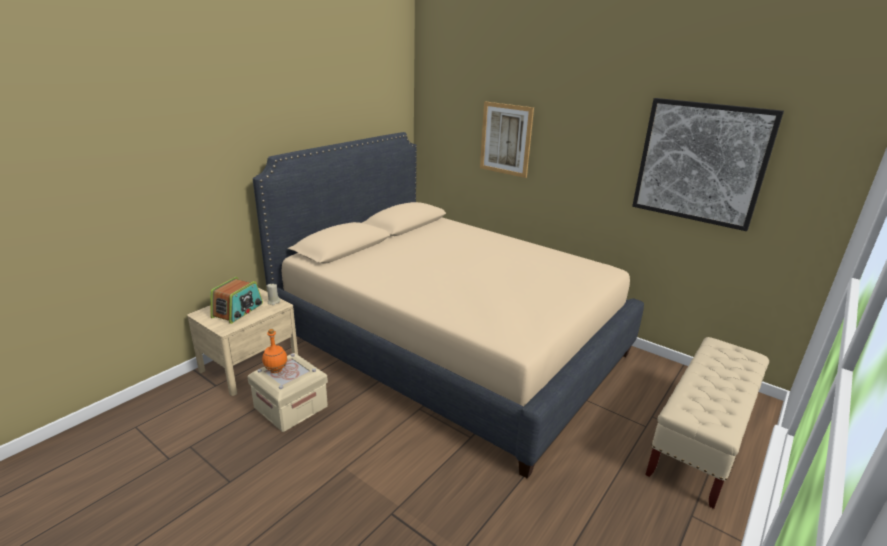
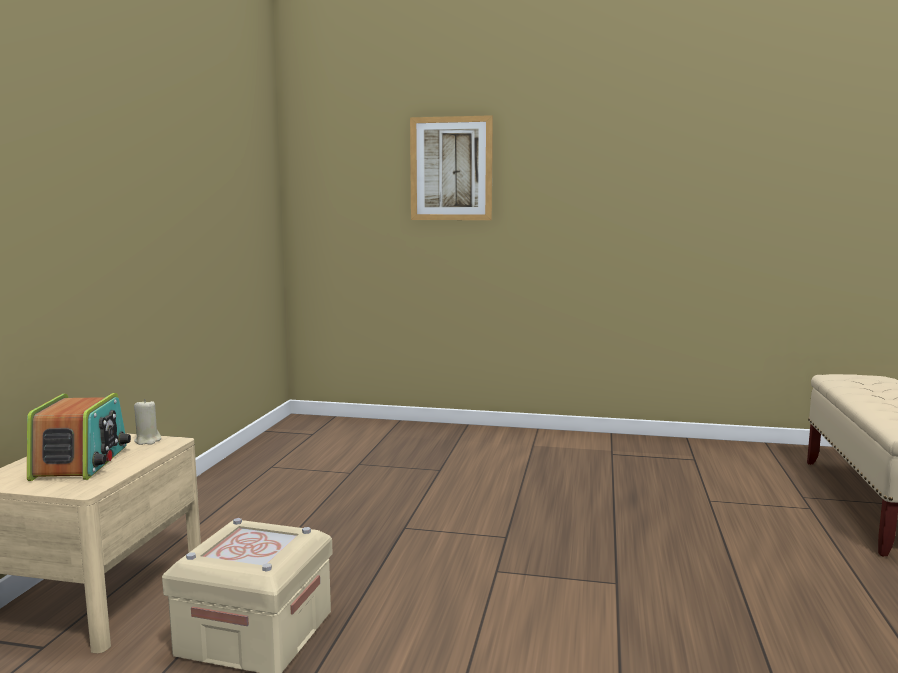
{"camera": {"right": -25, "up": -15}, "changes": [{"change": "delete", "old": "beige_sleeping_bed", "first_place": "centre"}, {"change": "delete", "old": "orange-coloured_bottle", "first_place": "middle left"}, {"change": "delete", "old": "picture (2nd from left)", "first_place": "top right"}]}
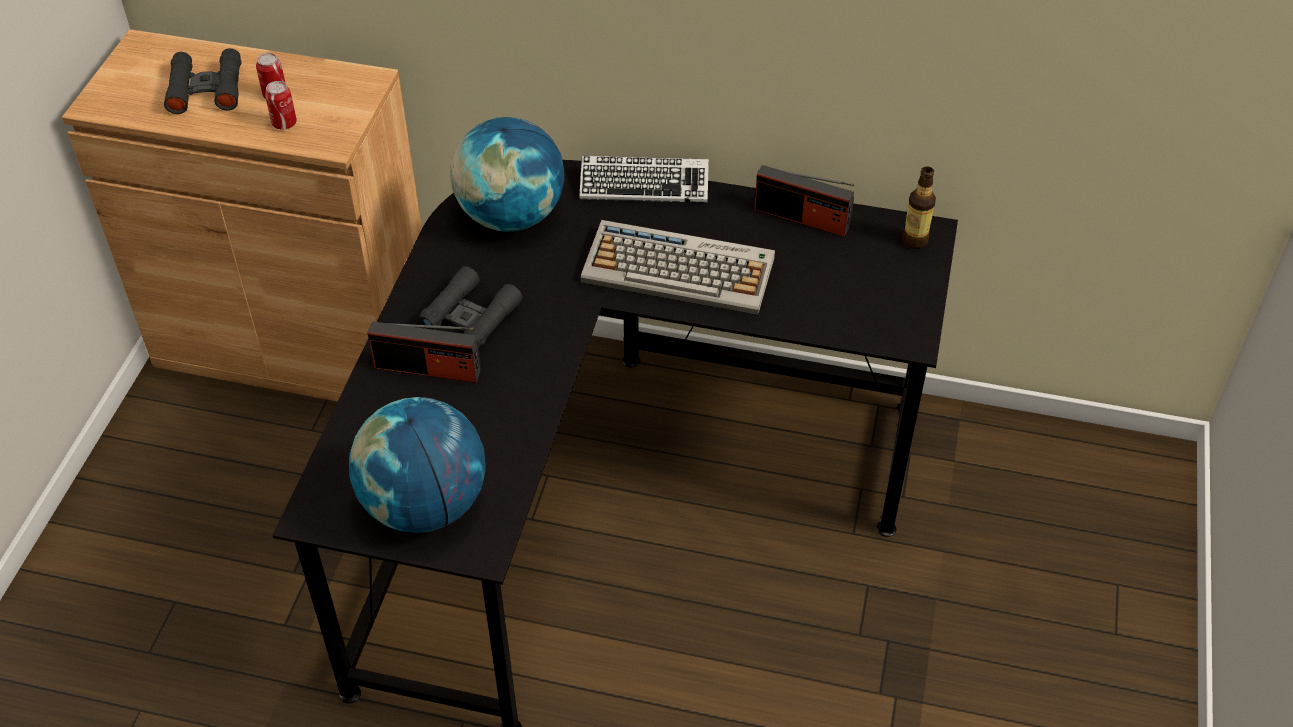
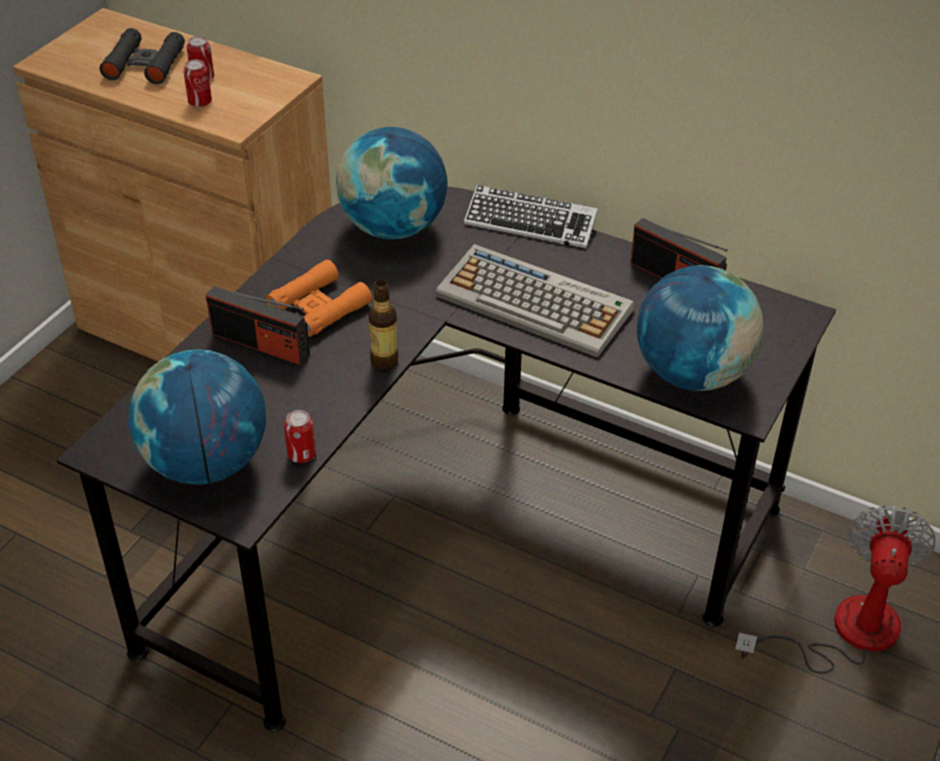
{"camera": {"right": 15, "up": -5}, "changes": [{"change": "recolor", "old": "black-coloured_binoculars (2nd from left)", "new": "orange-coloured_binoculars", "first_place": "centre", "second_place": "centre"}, {"change": "move", "old": "bottle", "first_place": "top right", "second_place": "centre"}, {"change": "insert", "new": "sealed_can (3rd from left)", "second_place": "middle left"}, {"change": "insert", "new": "globe (3rd from left)", "second_place": "middle right"}, {"change": "insert", "new": "electric_fan", "second_place": "bottom right"}]}
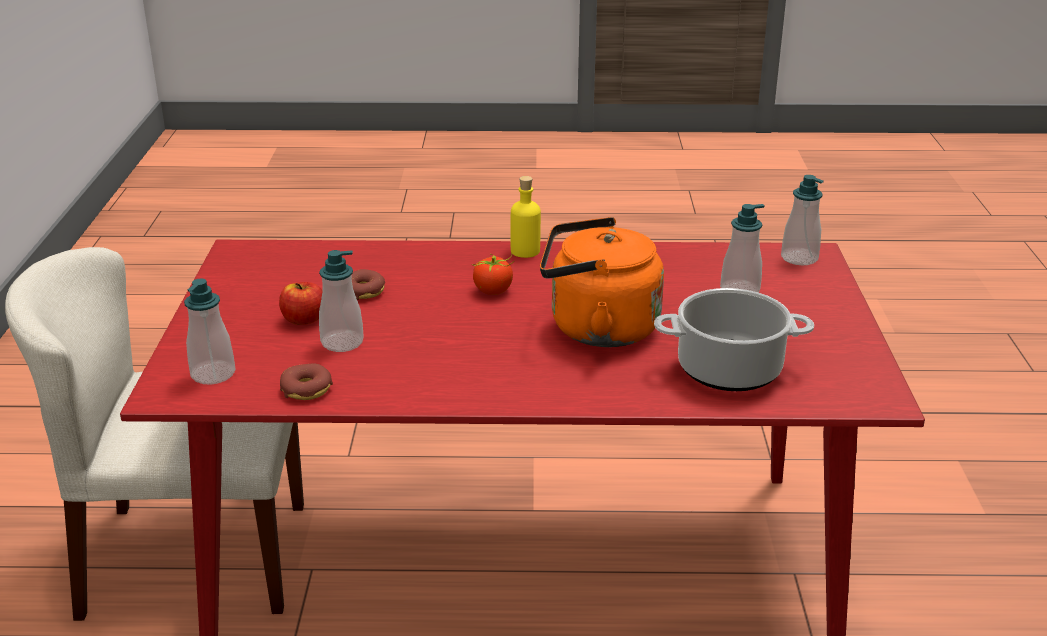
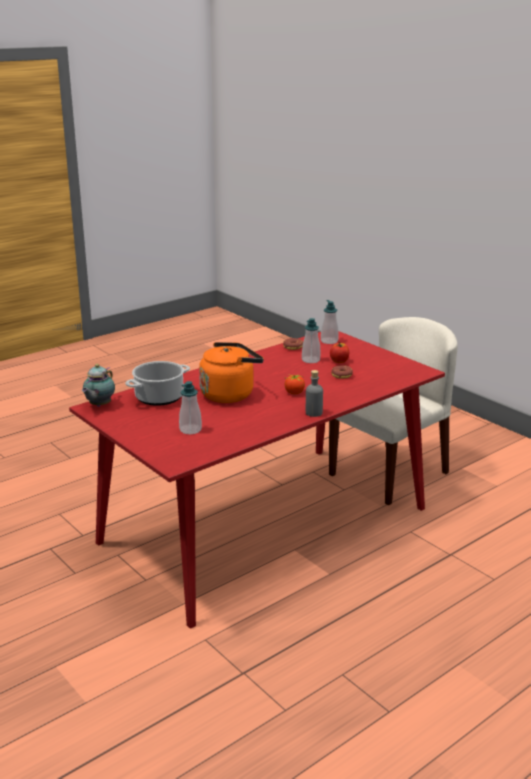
{"camera": {"right": 140, "up": -5}, "changes": [{"change": "recolor", "old": "yellowish_bottle", "new": "greyish_bottle", "first_place": "centre", "second_place": "centre"}, {"change": "delete", "old": "soap_bottle (4th from left)", "first_place": "middle right"}, {"change": "insert", "new": "teapot", "second_place": "middle left"}]}
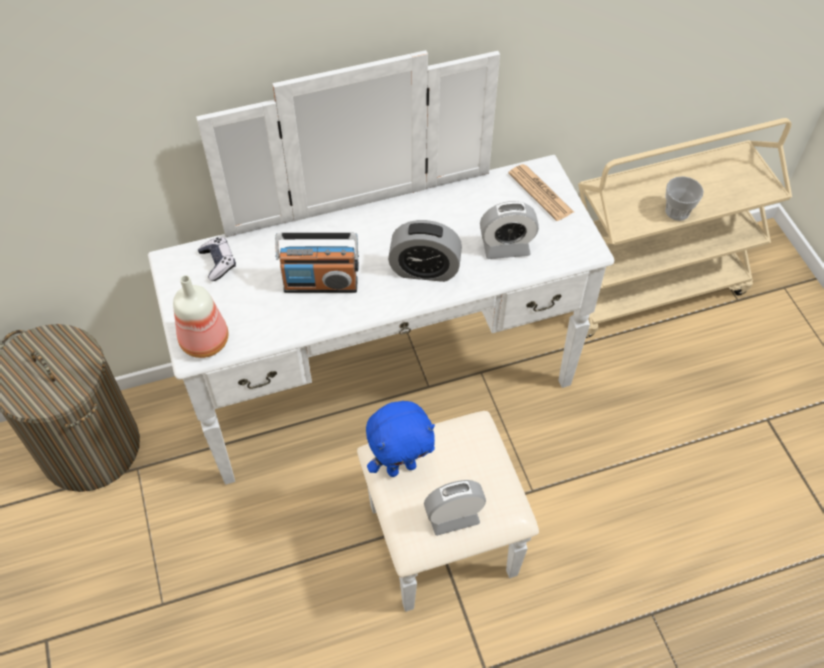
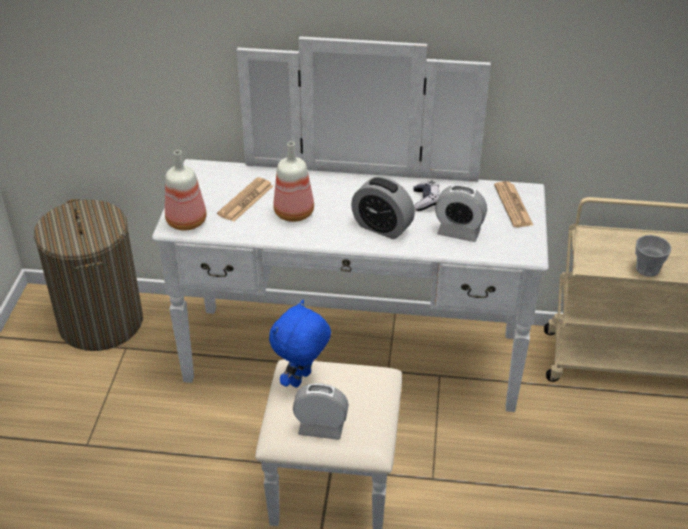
{"camera": {"right": 25, "up": -15}, "changes": [{"change": "move", "old": "joypad", "first_place": "middle left", "second_place": "centre"}, {"change": "replace", "old": "radio_set", "new": "bottle (2nd from left)", "first_place": "centre", "second_place": "centre"}, {"change": "rotate", "old": "bluish_plush_toy", "first_place": "centre", "second_place": "centre", "degrees": 120}, {"change": "insert", "new": "newspaper (1st from left)", "second_place": "centre"}]}
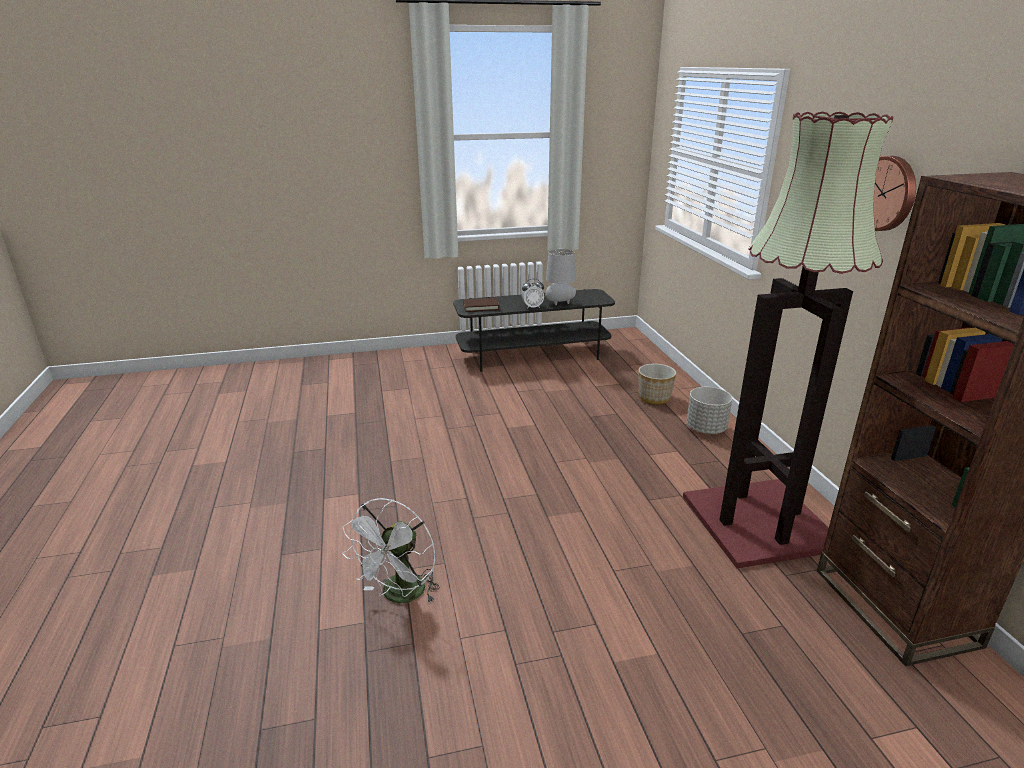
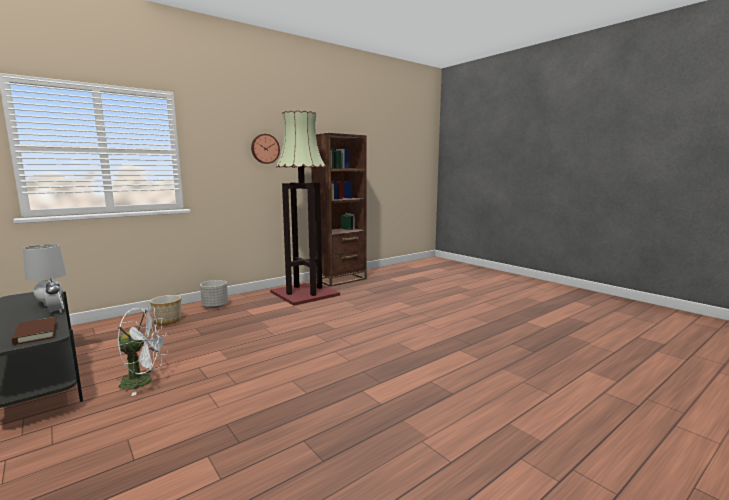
{"camera": {"right": -115, "up": -15}, "changes": [{"change": "move", "old": "white_electric_fan", "first_place": "bottom centre", "second_place": "bottom left"}]}
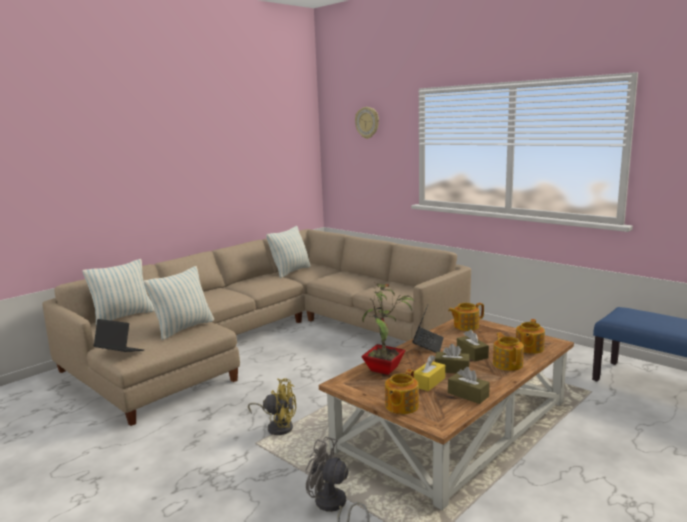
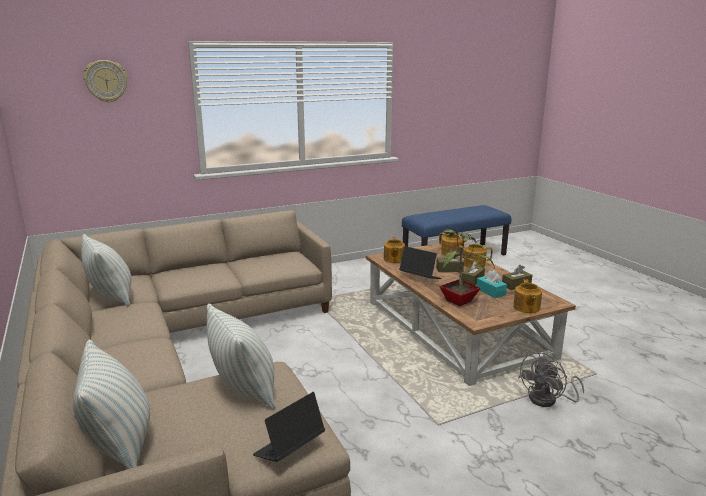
{"camera": {"right": -70, "up": 5}, "changes": [{"change": "delete", "old": "yellowish_electric_fan", "first_place": "bottom centre"}, {"change": "rotate", "old": "teapot (1st from left in the first image)", "first_place": "bottom centre", "second_place": "middle right", "degrees": 45}, {"change": "recolor", "old": "yellowish_box_of_tissues", "new": "turquoise_box_of_tissues", "first_place": "bottom centre", "second_place": "middle right"}]}
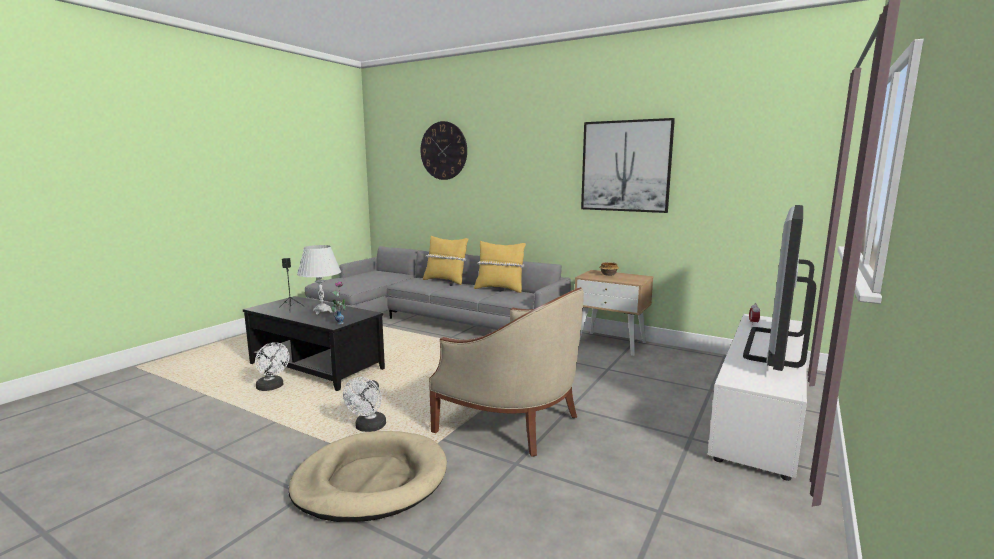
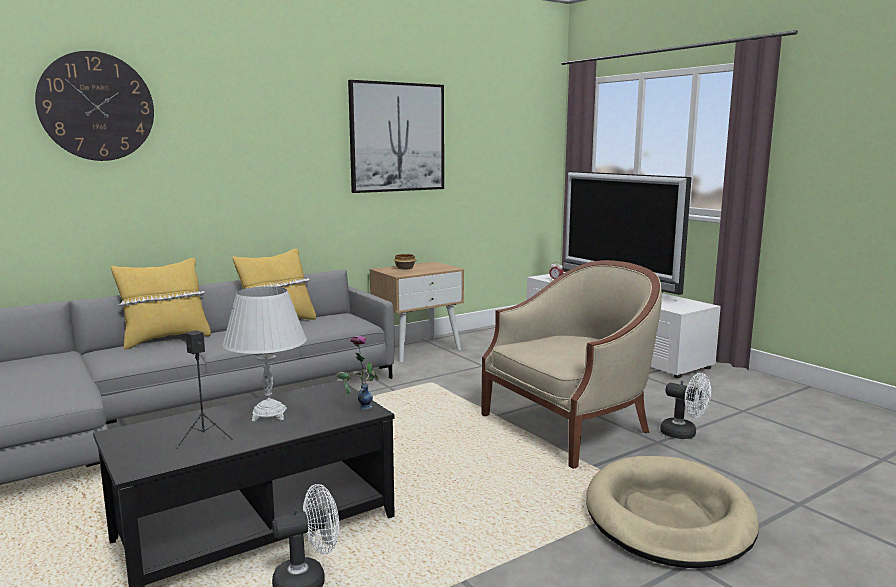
{"camera": {"right": -65, "up": 0}, "changes": [{"change": "move", "old": "white_electric_fan (2nd from left)", "first_place": "bottom centre", "second_place": "bottom right"}]}
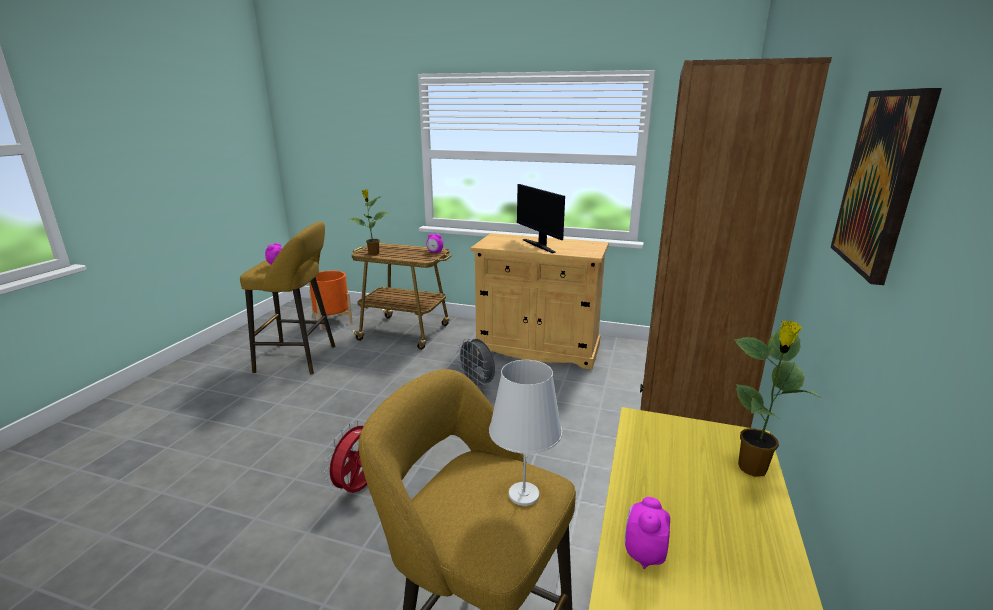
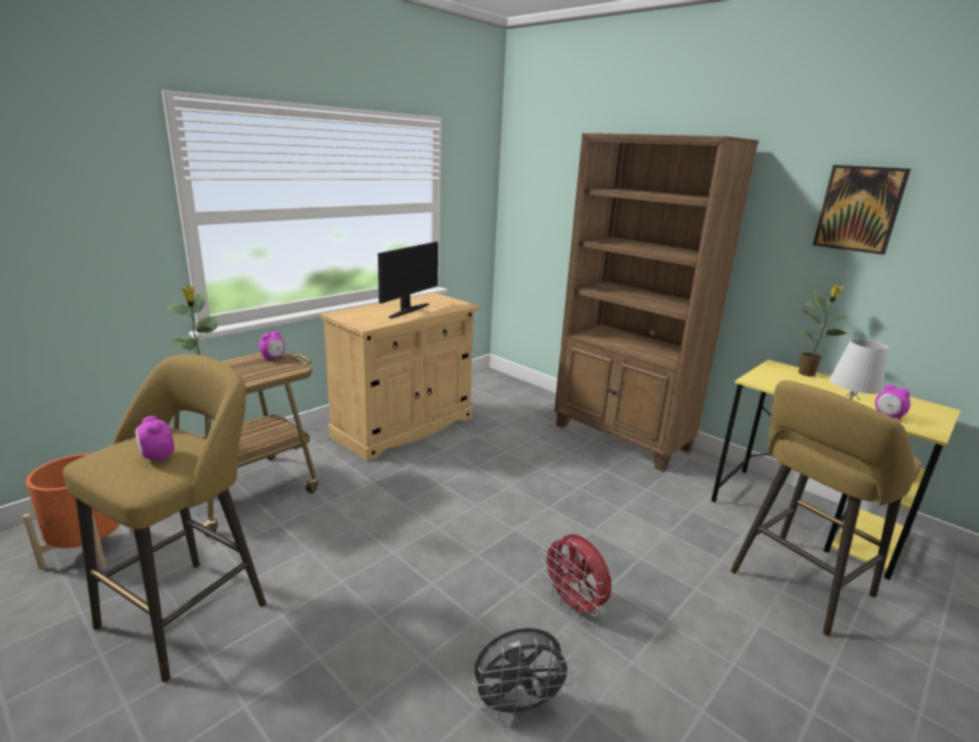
{"camera": {"right": -65, "up": 0}, "changes": [{"change": "move", "old": "greyish_electric_fan", "first_place": "centre", "second_place": "bottom centre"}, {"change": "rotate", "old": "monitor", "first_place": "centre", "second_place": "centre", "degrees": -60}]}
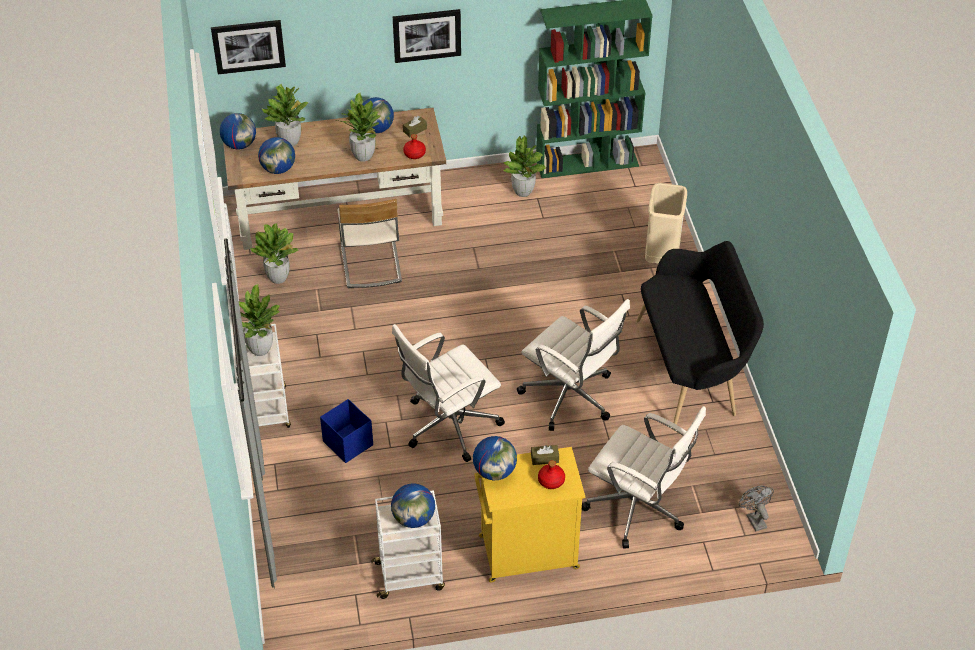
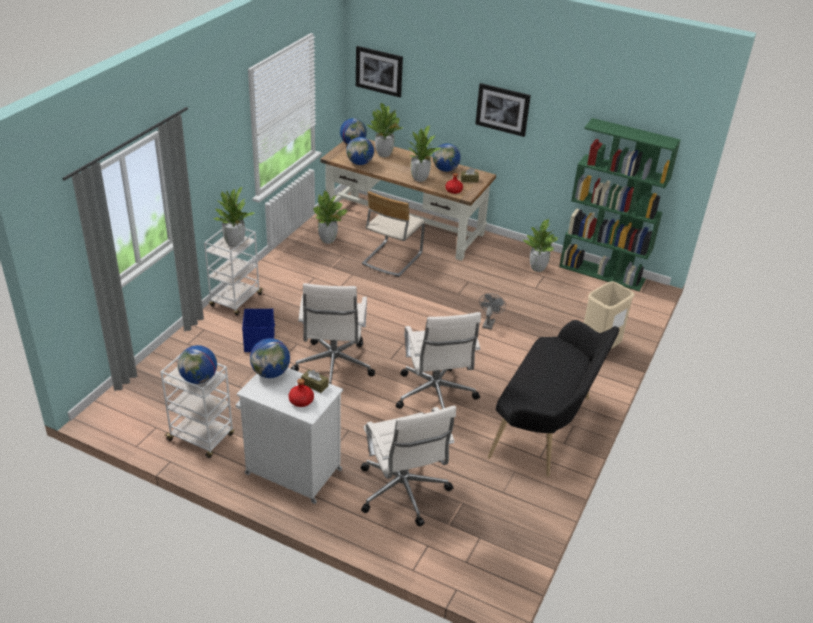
{"camera": {"right": 35, "up": -10}, "changes": [{"change": "rotate", "old": "white_computer_chair (1st from left)", "first_place": "centre", "second_place": "centre", "degrees": -90}, {"change": "recolor", "old": "yellowish_cupboard", "new": "white_cupboard", "first_place": "bottom centre", "second_place": "bottom centre"}, {"change": "move", "old": "greyish_electric_fan", "first_place": "bottom right", "second_place": "centre"}]}
